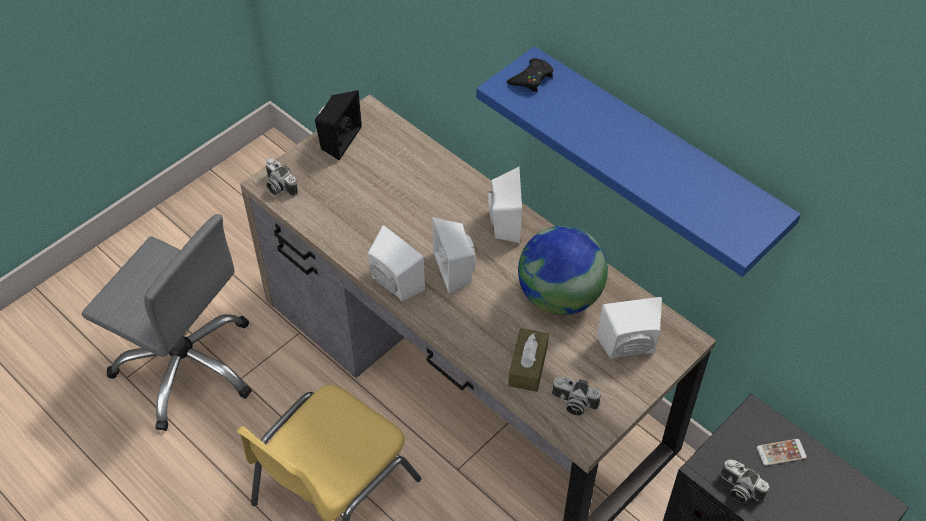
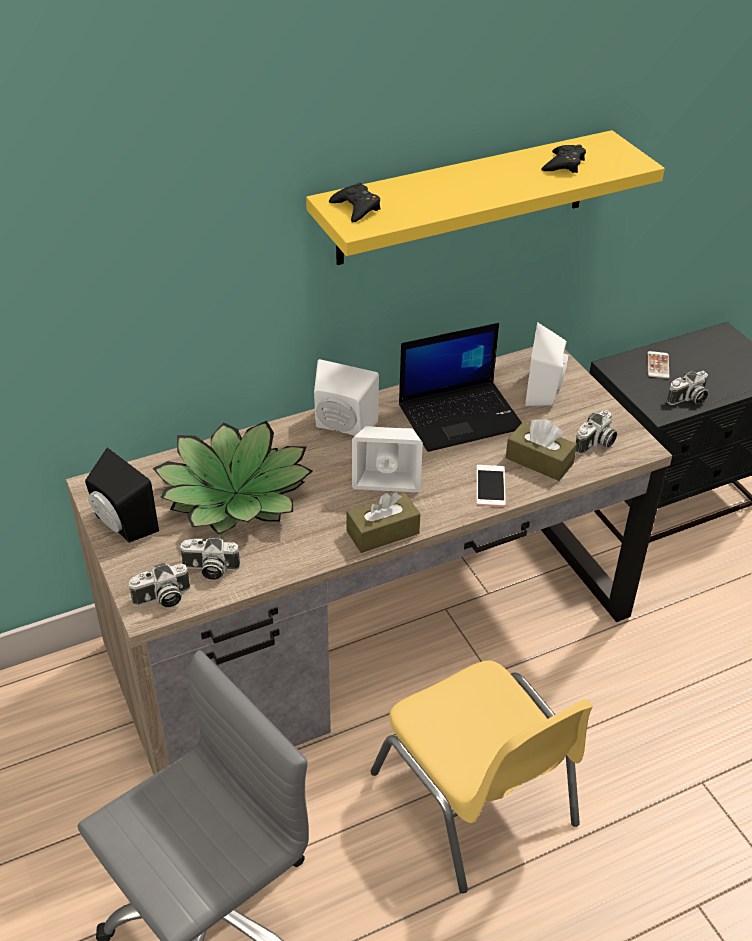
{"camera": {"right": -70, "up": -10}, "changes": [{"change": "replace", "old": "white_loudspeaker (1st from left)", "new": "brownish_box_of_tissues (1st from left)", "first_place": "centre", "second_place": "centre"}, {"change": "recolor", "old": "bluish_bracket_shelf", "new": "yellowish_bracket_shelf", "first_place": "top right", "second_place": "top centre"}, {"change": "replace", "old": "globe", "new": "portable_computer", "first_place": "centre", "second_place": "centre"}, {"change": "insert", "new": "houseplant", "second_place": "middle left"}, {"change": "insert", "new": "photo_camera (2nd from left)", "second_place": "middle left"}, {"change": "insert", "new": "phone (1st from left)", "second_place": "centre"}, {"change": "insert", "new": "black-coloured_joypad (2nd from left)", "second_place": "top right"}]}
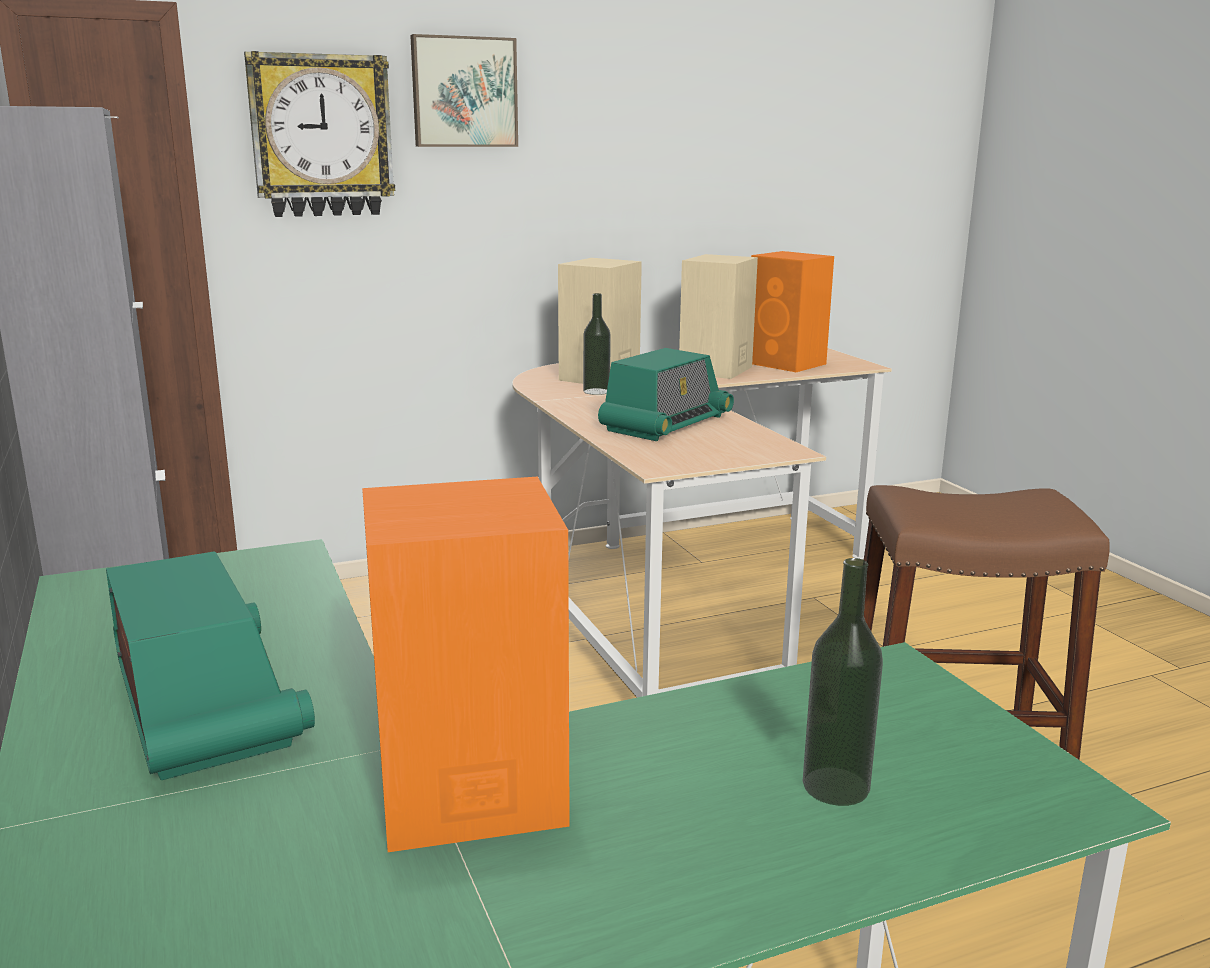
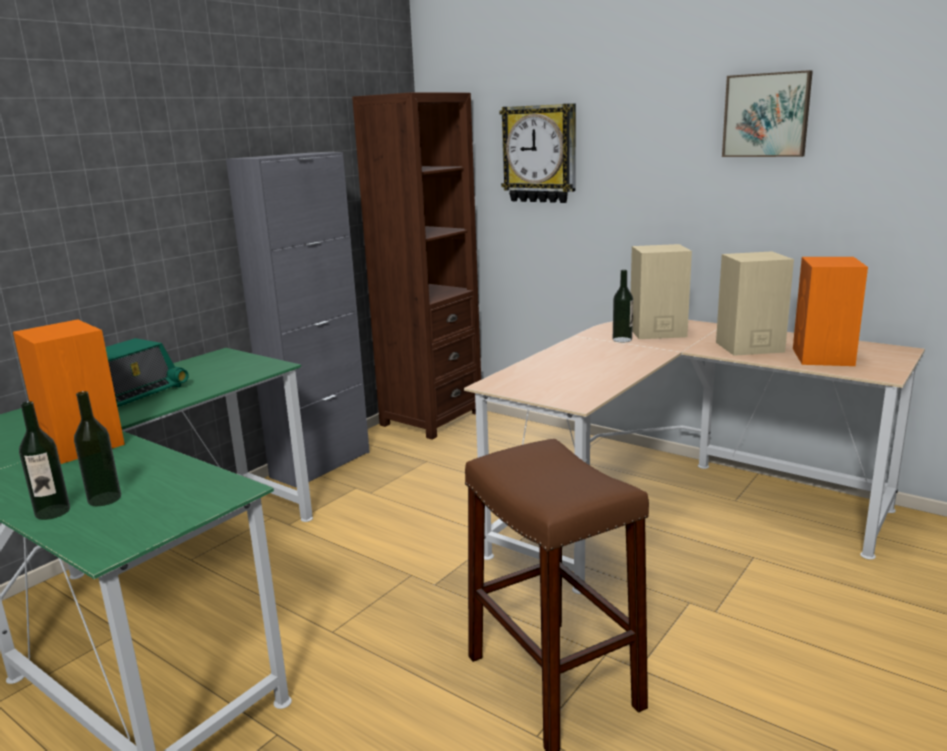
{"camera": {"right": 60, "up": 0}, "changes": [{"change": "move", "old": "picture", "first_place": "top centre", "second_place": "top right"}, {"change": "delete", "old": "radio_set (2nd from left)", "first_place": "centre"}, {"change": "insert", "new": "bottle (1st from left)", "second_place": "middle left"}]}
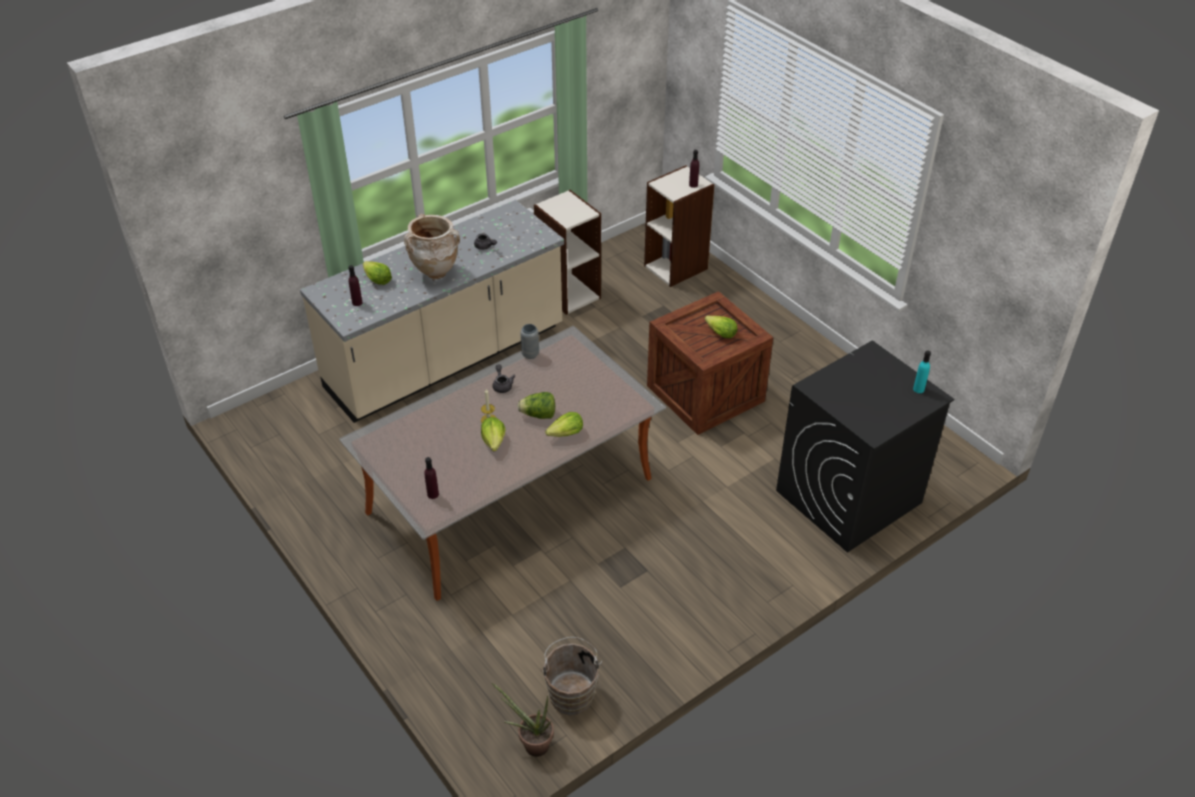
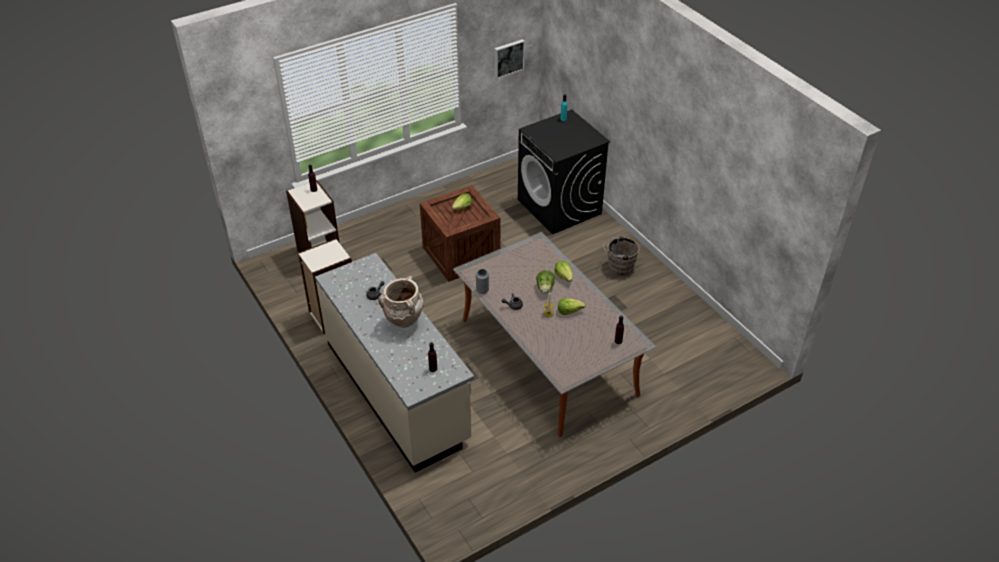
{"camera": {"right": -85, "up": 0}, "changes": [{"change": "delete", "old": "head_of_lettuce (1st from left)", "first_place": "middle left"}, {"change": "delete", "old": "houseplant", "first_place": "bottom centre"}, {"change": "move", "old": "brownish_bucket", "first_place": "bottom centre", "second_place": "centre"}, {"change": "insert", "new": "picture", "second_place": "top centre"}]}
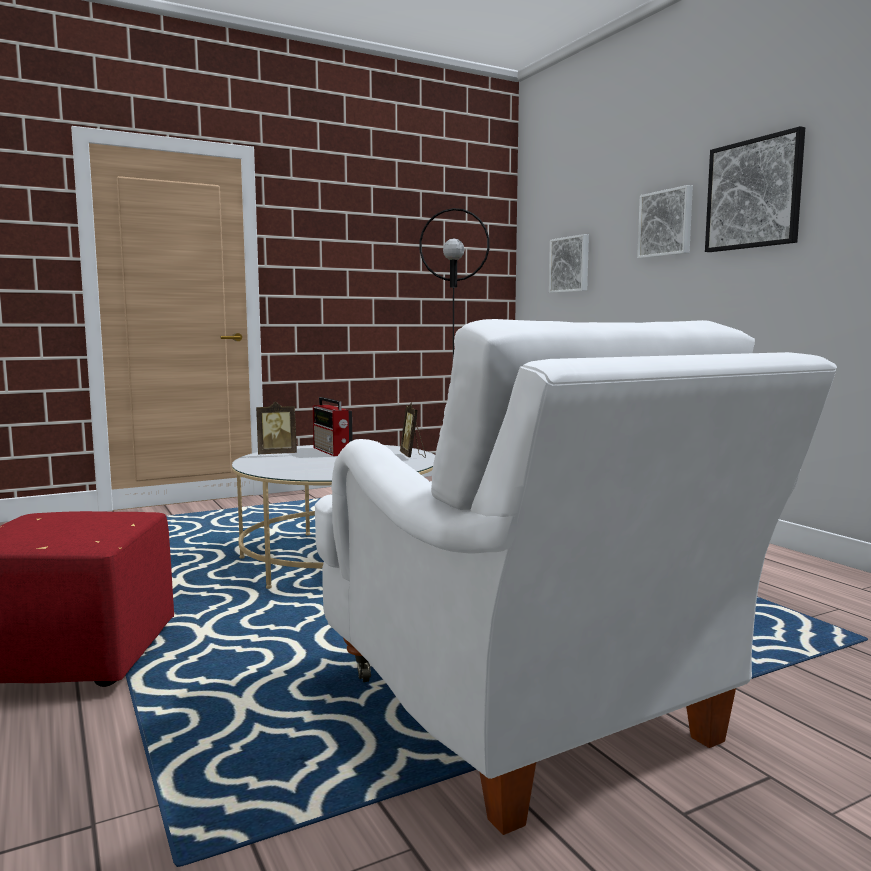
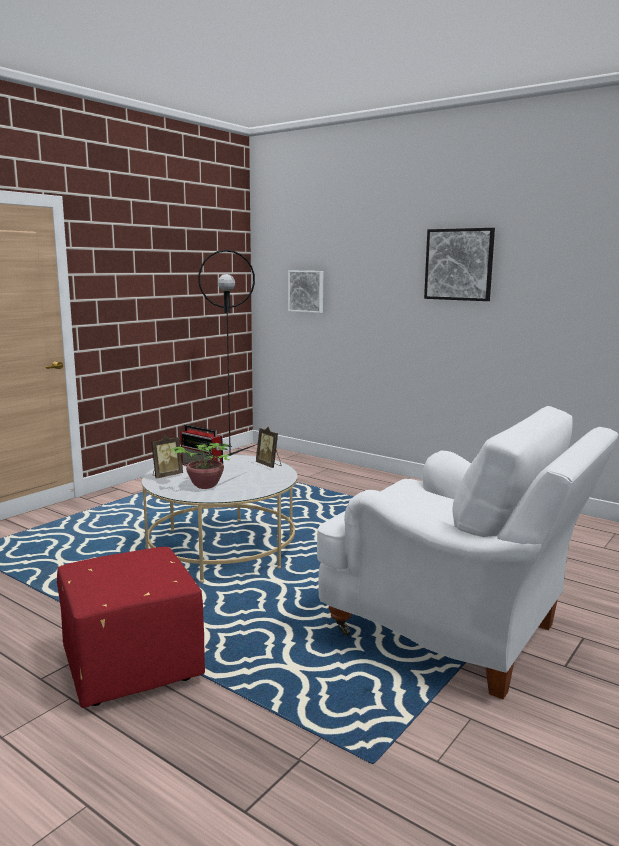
{"camera": {"right": -25, "up": 5}, "changes": [{"change": "delete", "old": "picture (2nd from left)", "first_place": "top right"}, {"change": "insert", "new": "houseplant", "second_place": "centre"}]}
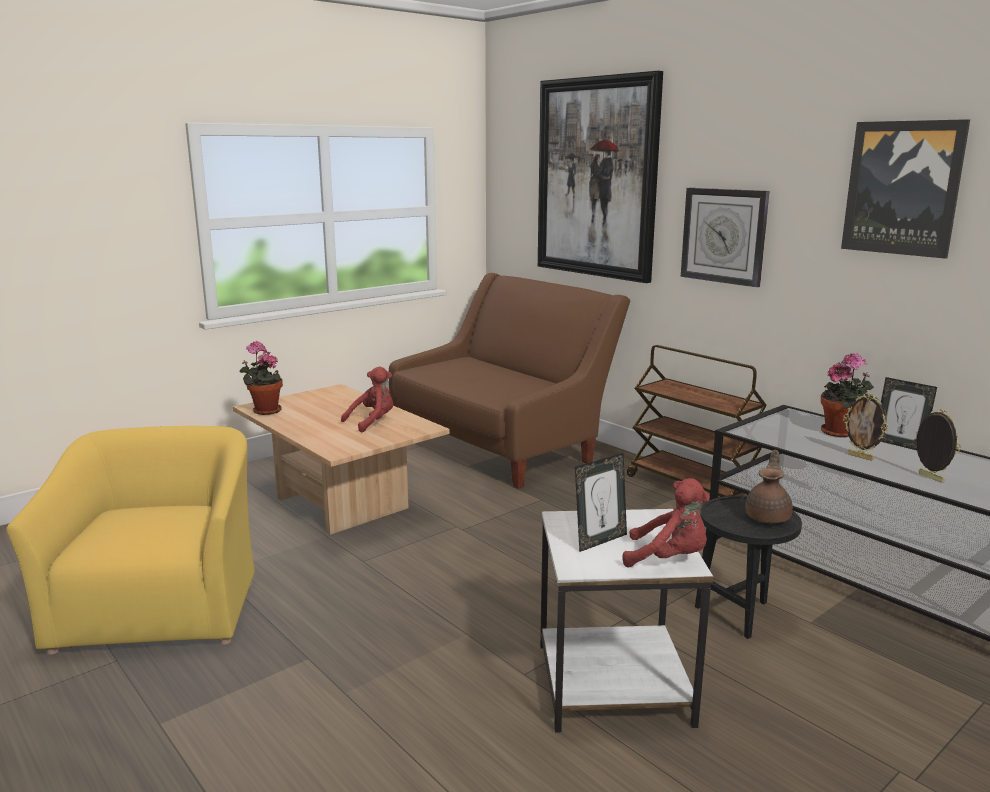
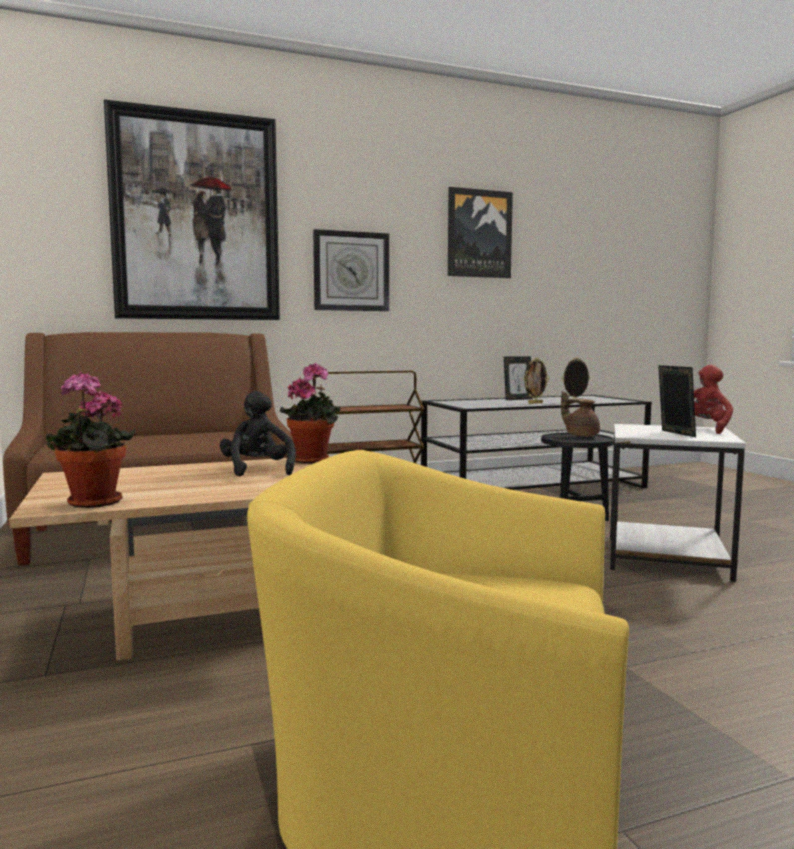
{"camera": {"right": -70, "up": -10}, "changes": [{"change": "recolor", "old": "red_plush_toy (1st from left)", "new": "black-coloured_plush_toy", "first_place": "centre", "second_place": "middle left"}, {"change": "move", "old": "houseplant (2nd from left)", "first_place": "middle right", "second_place": "centre"}]}
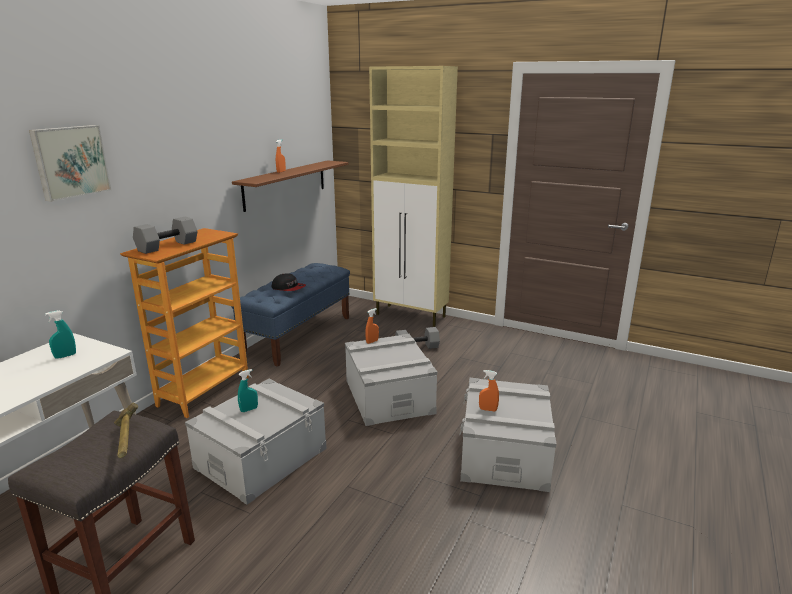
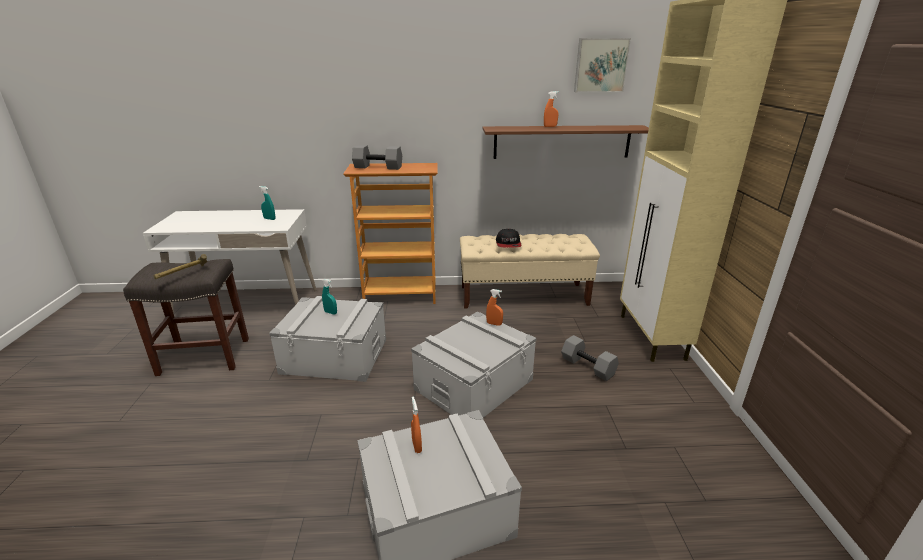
{"camera": {"right": 60, "up": 5}, "changes": [{"change": "move", "old": "picture", "first_place": "top left", "second_place": "top centre"}, {"change": "recolor", "old": "bluish_indoor_bench", "new": "beige_indoor_bench", "first_place": "centre", "second_place": "centre"}]}
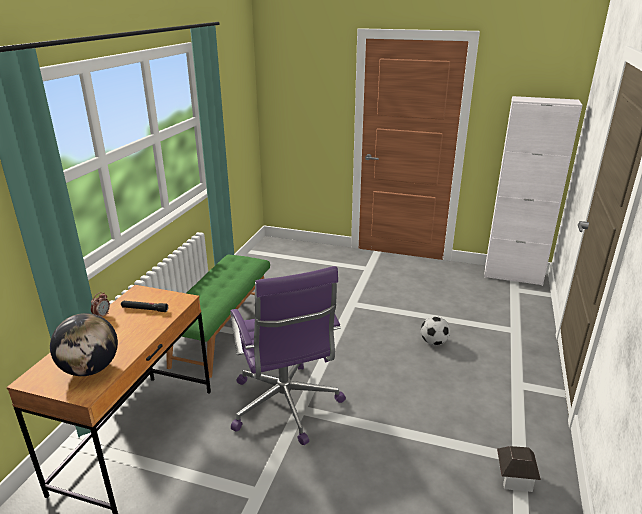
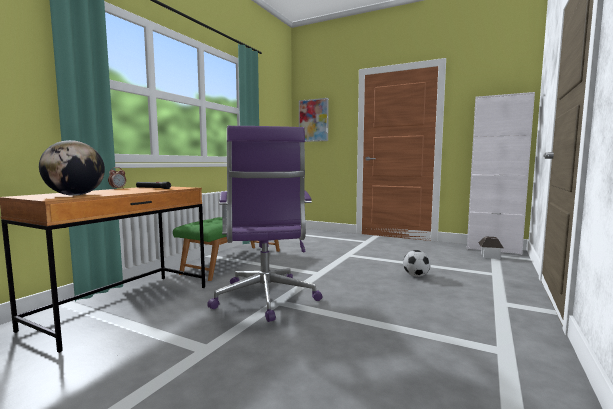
{"camera": {"right": 10, "up": -20}, "changes": [{"change": "move", "old": "miniature_house", "first_place": "bottom right", "second_place": "middle right"}, {"change": "insert", "new": "picture", "second_place": "top centre"}]}
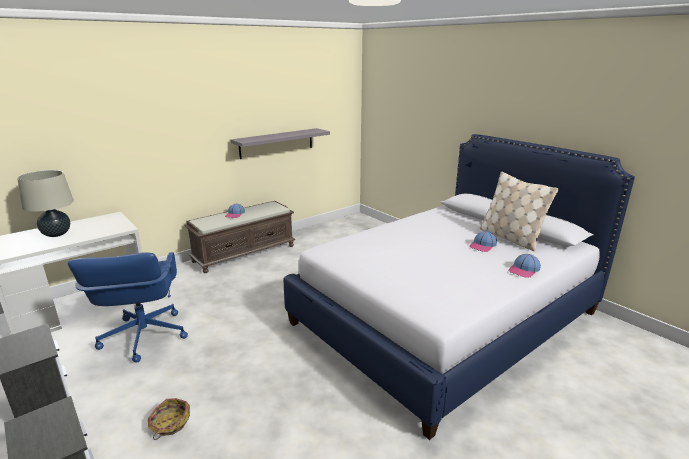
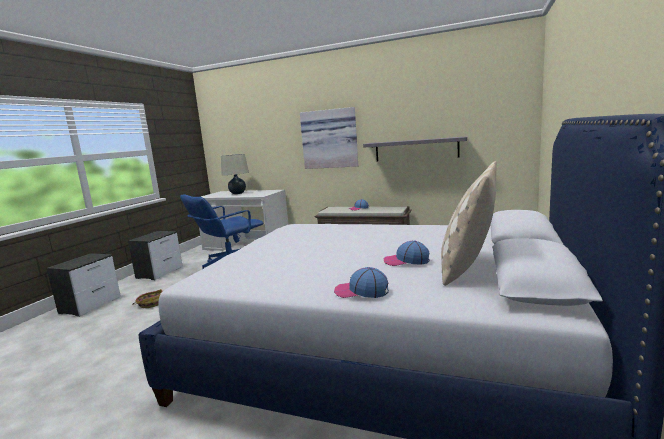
{"camera": {"right": 60, "up": -10}, "changes": [{"change": "insert", "new": "picture", "second_place": "top centre"}]}
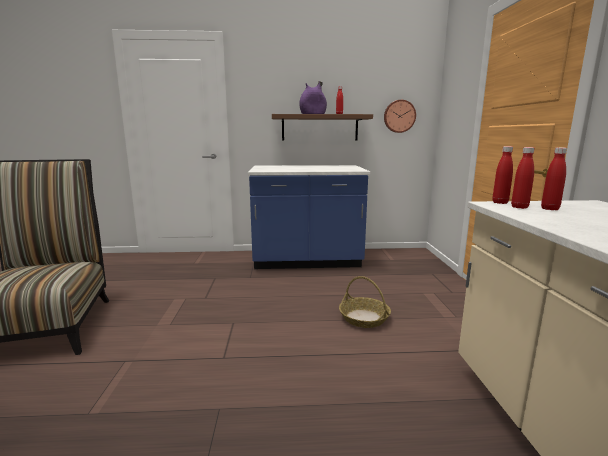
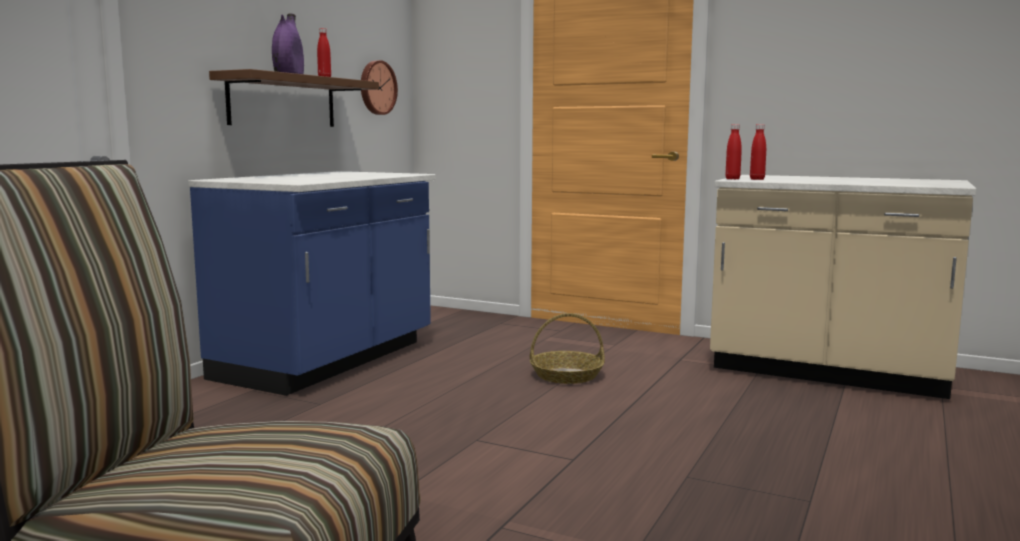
{"camera": {"right": -60, "up": -5}, "changes": [{"change": "delete", "old": "red_bottle (4th from left)", "first_place": "middle right"}]}
